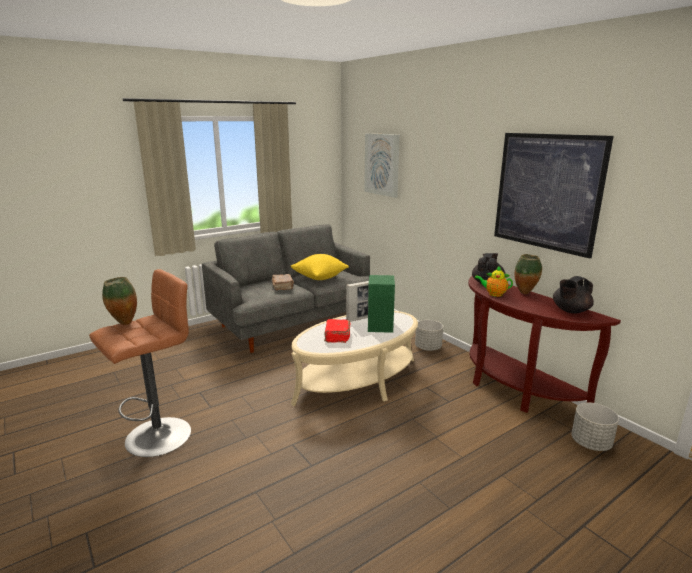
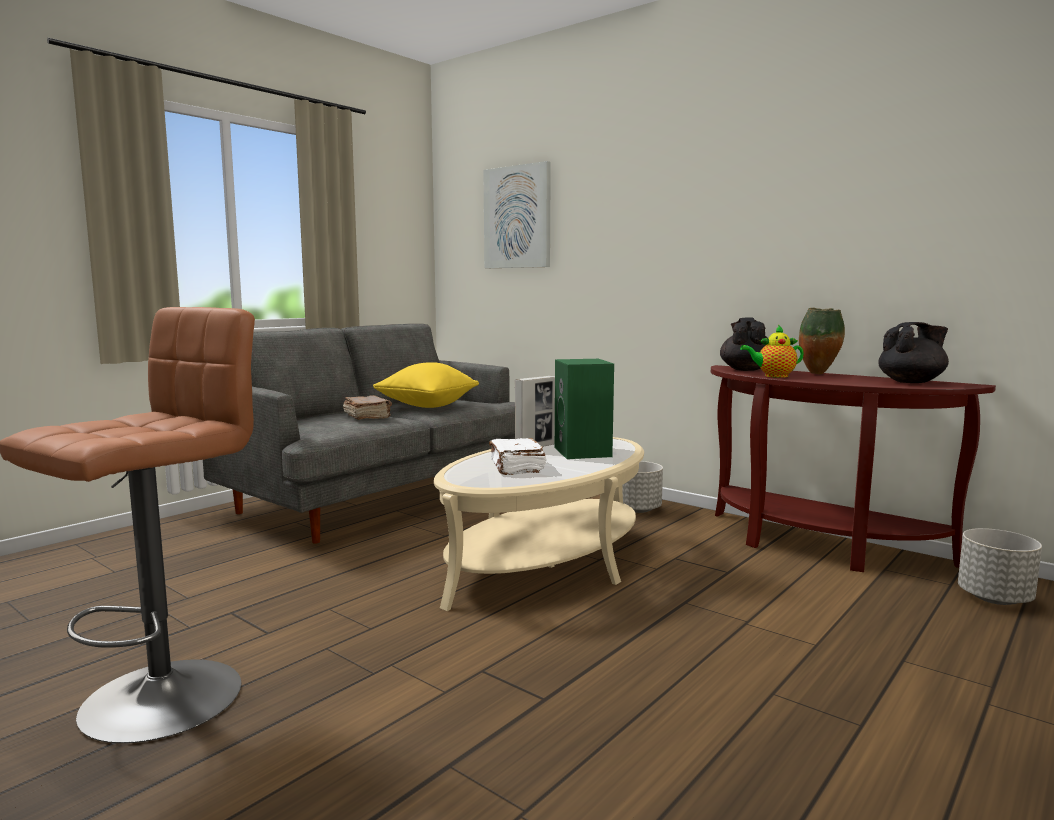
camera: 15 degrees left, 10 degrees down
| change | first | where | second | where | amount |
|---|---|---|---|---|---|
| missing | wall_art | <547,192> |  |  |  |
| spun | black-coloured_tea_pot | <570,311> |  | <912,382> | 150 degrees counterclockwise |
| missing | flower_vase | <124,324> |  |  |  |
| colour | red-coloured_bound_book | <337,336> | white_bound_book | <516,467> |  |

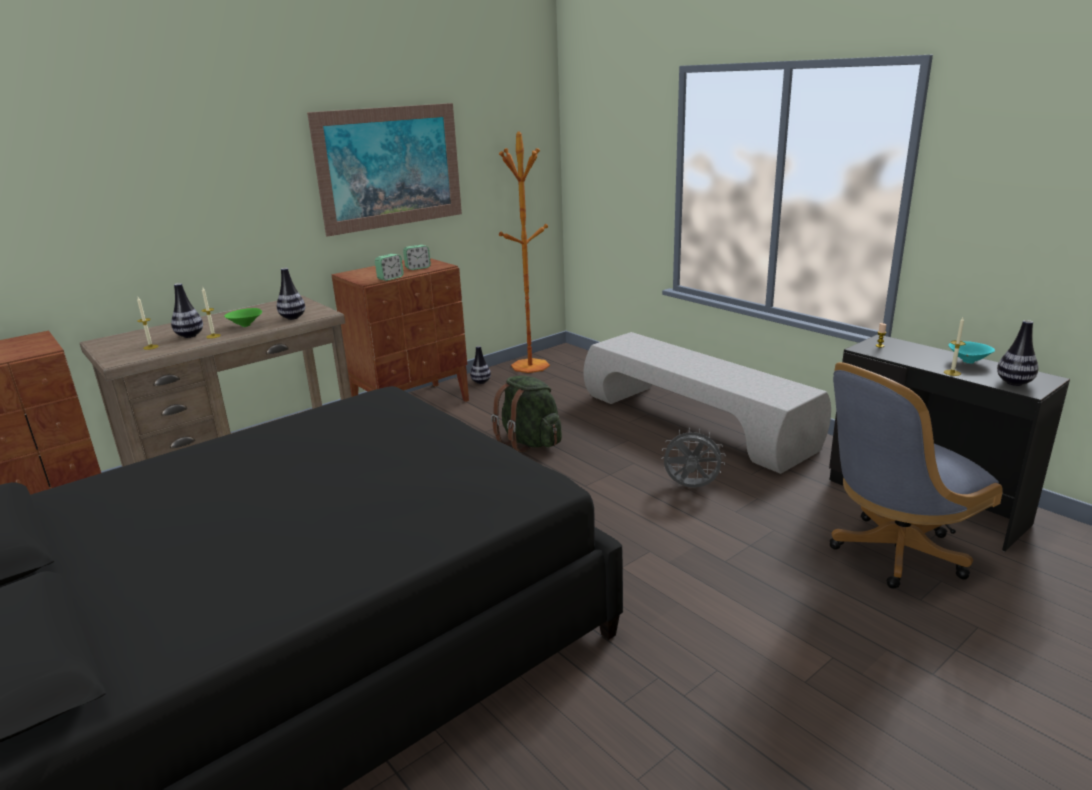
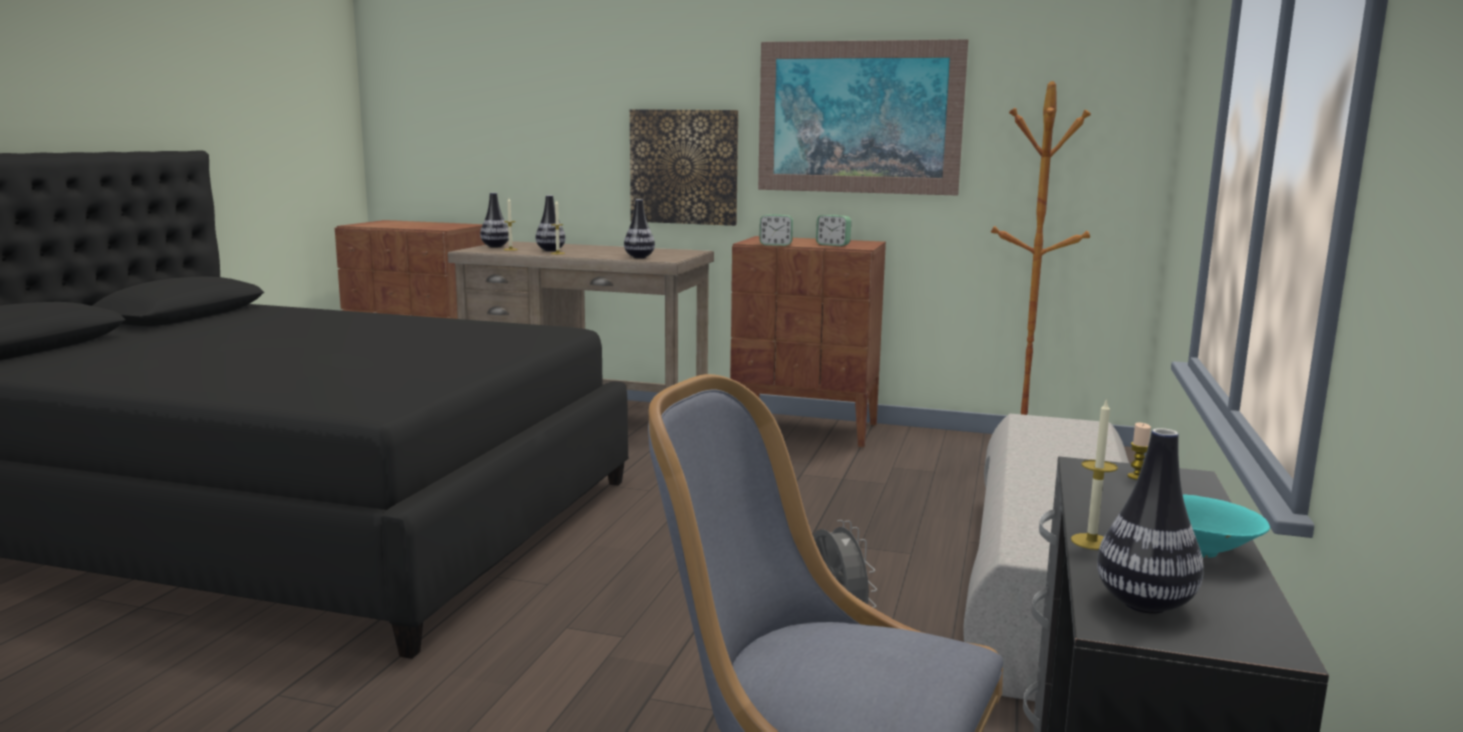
camera: 55 degrees right, 10 degrees down
| change | first | where | second | where | amount |
|---|---|---|---|---|---|
| missing | green_serving_bowl | <246,326> |  |  |  |
| relocated | flower_vase | <481,382> |  | <495,246> |  |
| missing | green_rucksack | <529,442> |  |  |  |
| appeared |  |  | wall_art | <684,167> |  |

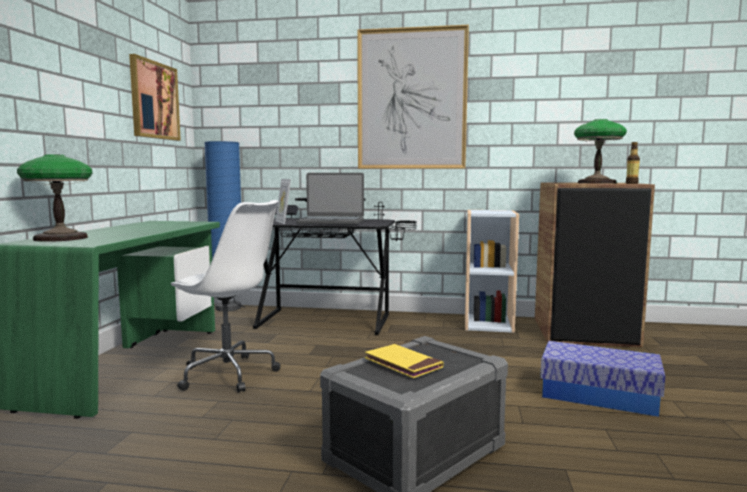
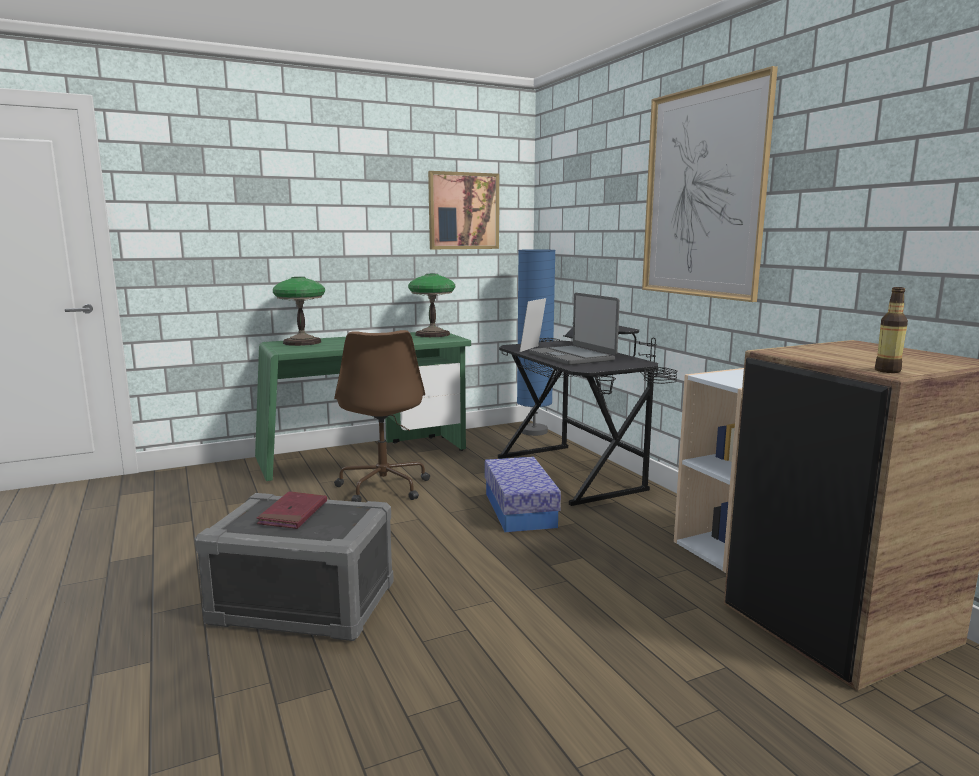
camera: 55 degrees right, 5 degrees up
| change | first | where | second | where | amount |
|---|---|---|---|---|---|
| relocated | tabletop_lamp | <597,183> |  | <433,334> |  |
| colour | white_computer_chair | <230,375> | brown-coloured_computer_chair | <383,488> |  |
| relocated | storage_bin | <598,395> |  | <519,510> |  |
| colour | yellowish_bound_book | <403,364> | red-coloured_bound_book | <293,513> |  |

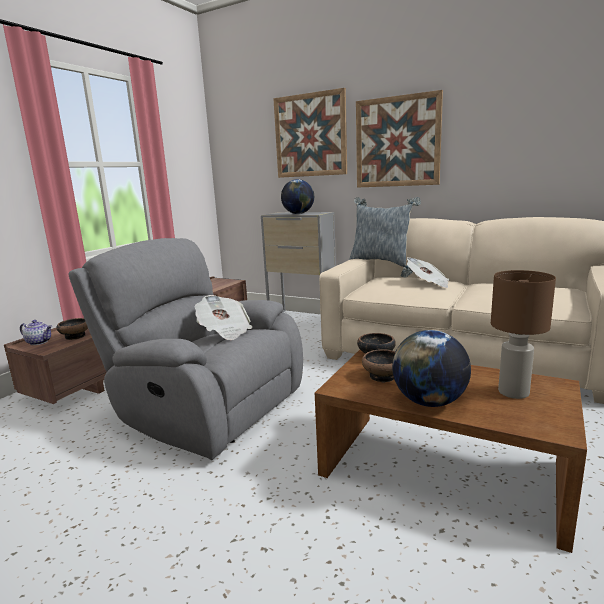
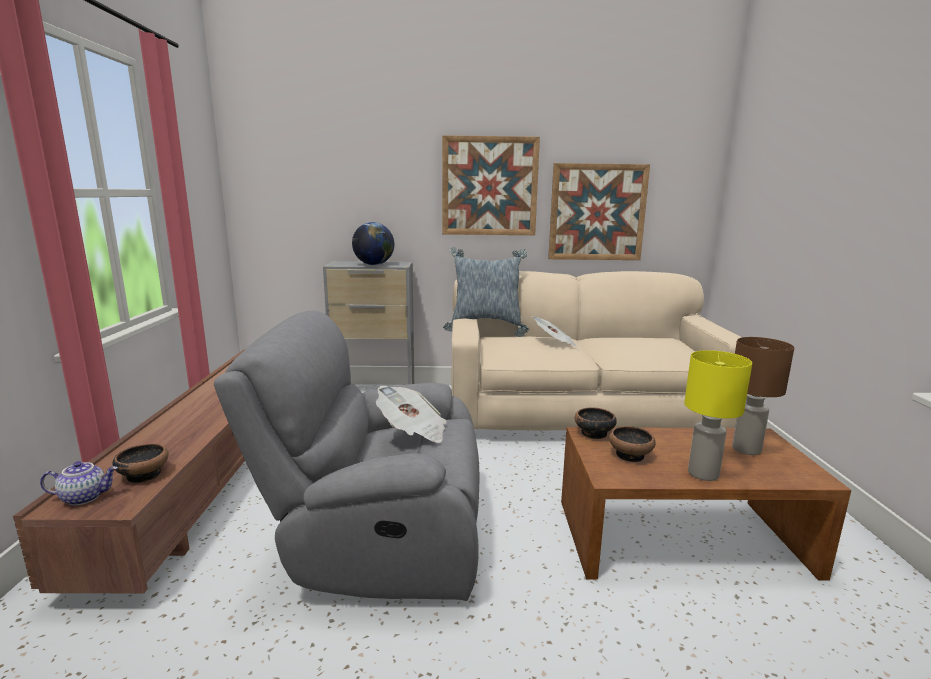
camera: 30 degrees left, 0 degrees up
| change | first | where | second | where | amount |
|---|---|---|---|---|---|
| relocated | wall_art | <310,135> |  | <597,212> |  |
| exchanged | world_globe | <429,402> | yellowish_tabletop_lamp | <702,474> |  |

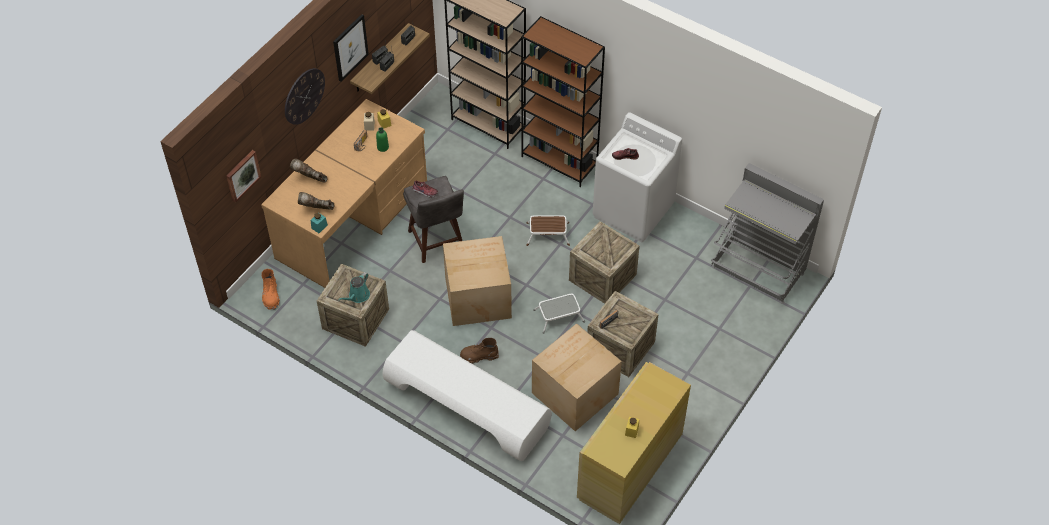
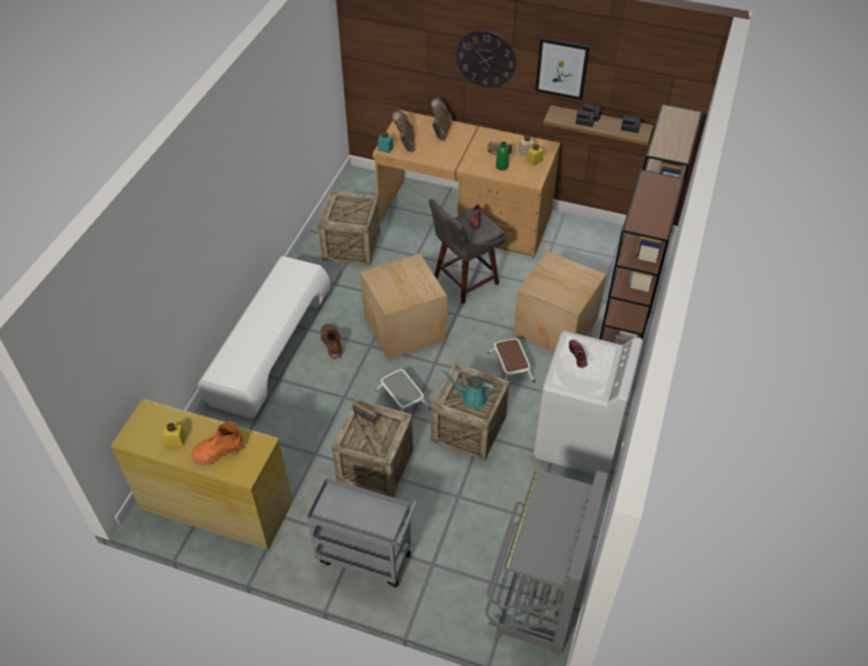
camera: 75 degrees right, 5 degrees down
| change | first | where | second | where | amount |
|---|---|---|---|---|---|
| missing | wall_art | <242,175> |  |  |  |
| relocated | orangey_boot | <271,295> |  | <218,452> |  |
| relocated | blue-green_watering_can | <357,296> |  | <471,398> |  |
| relocated | packing_box | <573,393> |  | <555,325> |  |
| appeared |  |  | gray_cart | <367,559> |  |

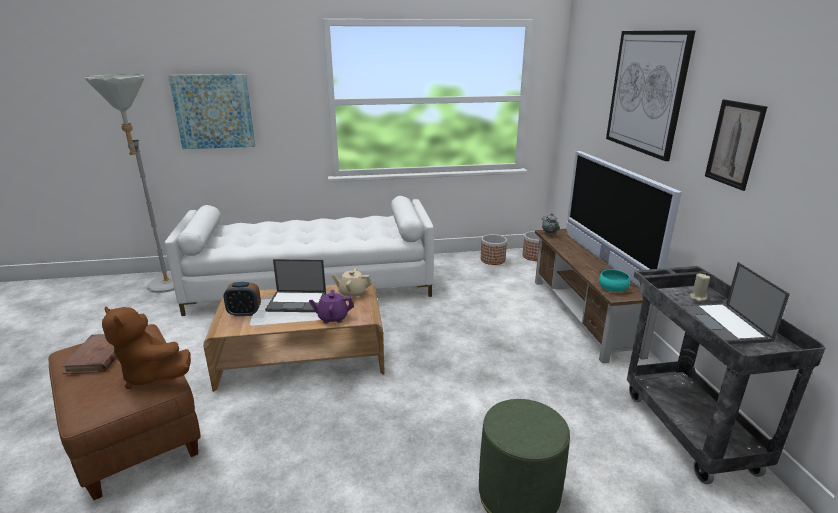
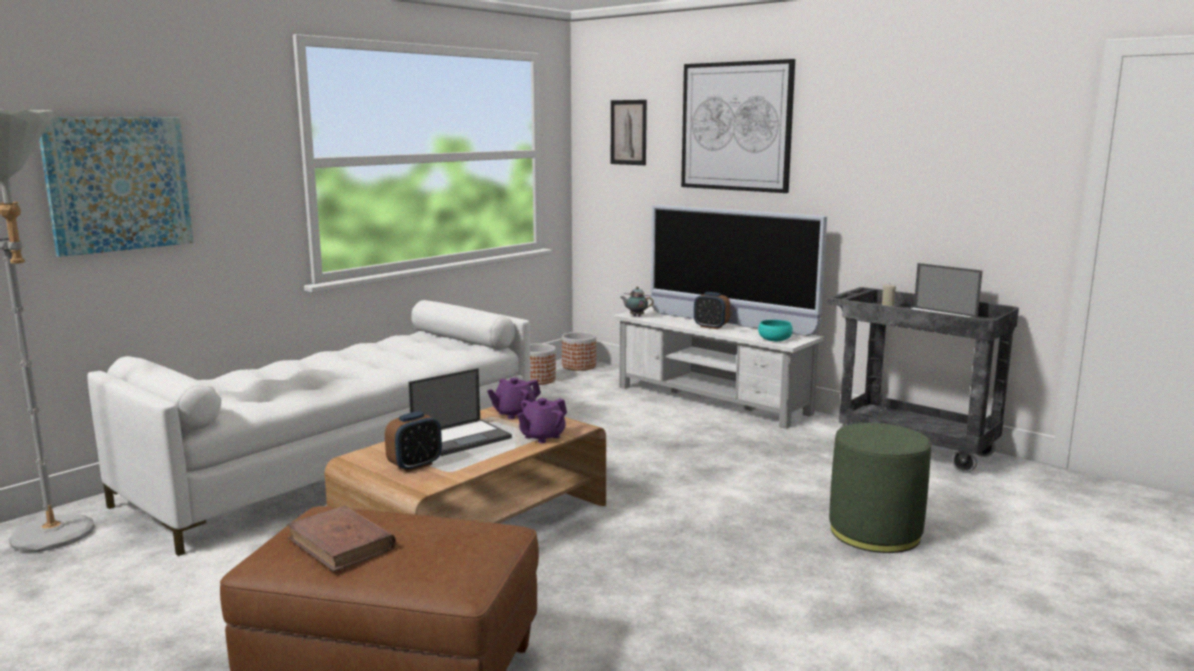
camera: 40 degrees left, 10 degrees down
| change | first | where | second | where | amount |
|---|---|---|---|---|---|
| relocated | wall_art | <734,144> |  | <628,132> |  |
| colour | brown-coloured_tv_stand | <582,315> | white_tv_stand | <711,400> |  |
| colour | sand-coloured_tea_pot | <352,293> | purplish_tea_pot | <514,413> |  |
| missing | brown-coloured_soft_toy | <152,375> |  |  |  |
| appeared |  |  | table_clock | <711,327> |  |

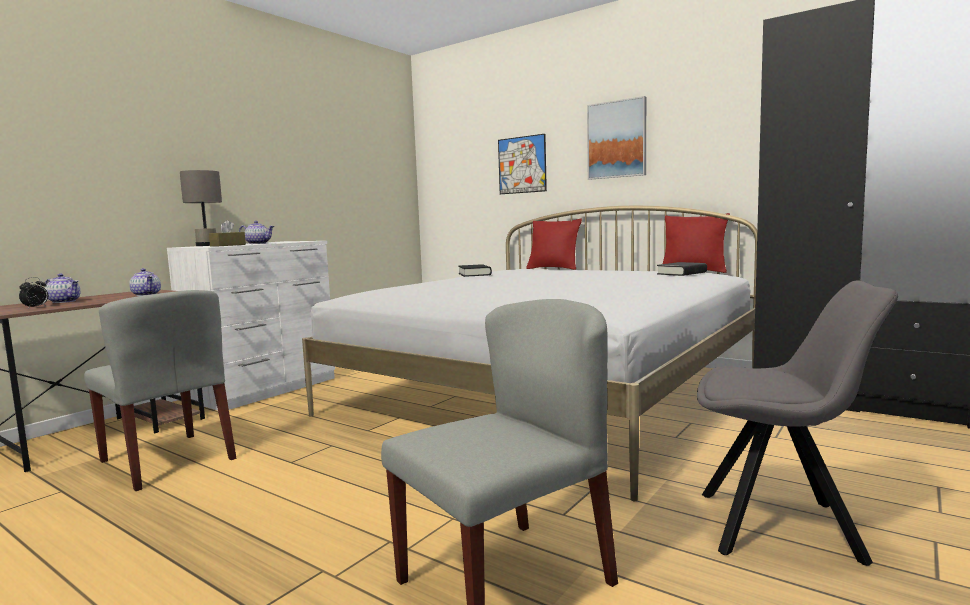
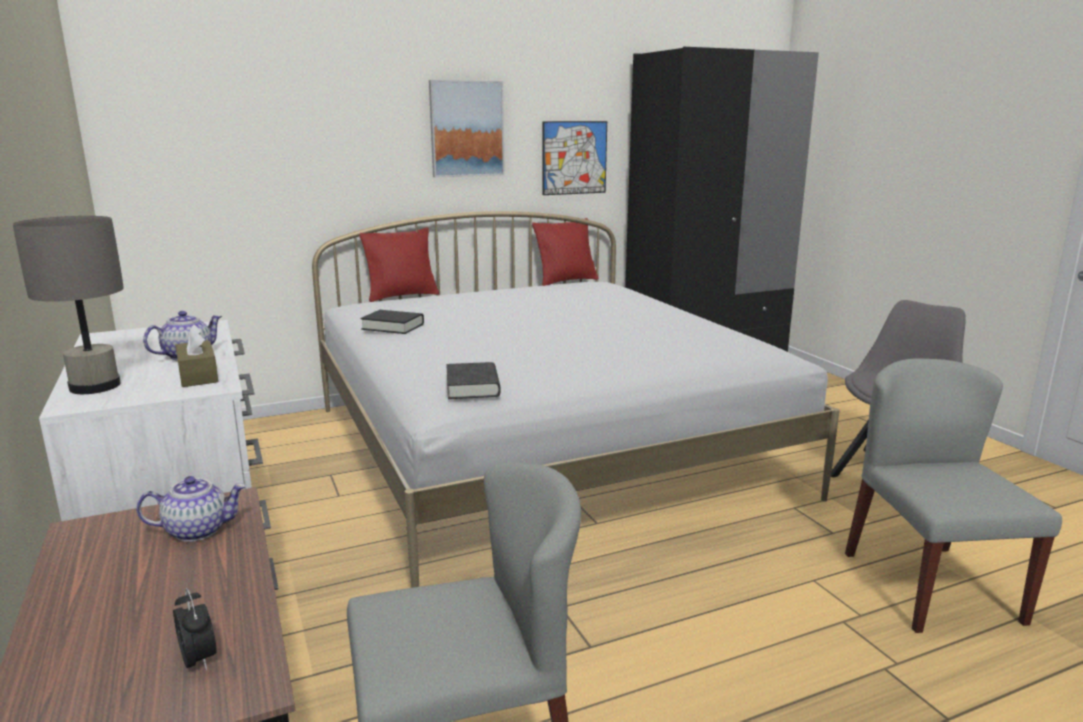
camera: 60 degrees left, 10 degrees up
| change | first | where | second | where | amount |
|---|---|---|---|---|---|
| relocated | wall_art | <522,165> |  | <574,158> |  |
| relocated | black-coloured_bound_book | <681,273> |  | <472,387> |  |
| missing | tea_pot | <65,301> |  |  |  |

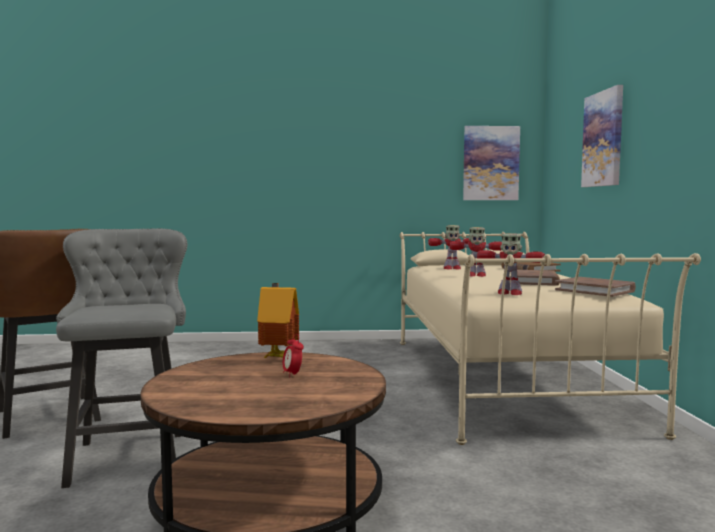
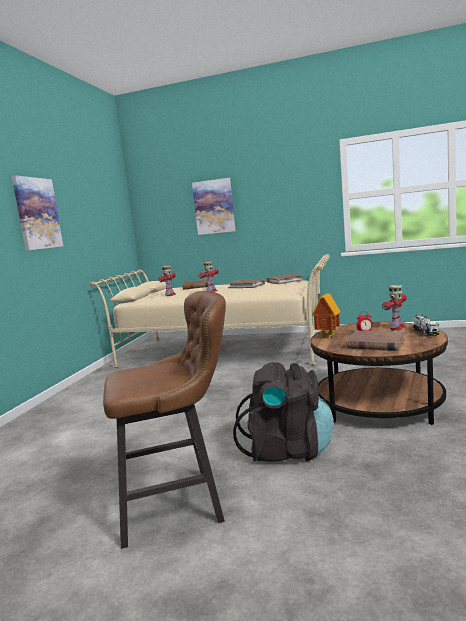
camera: 70 degrees left, 5 degrees up
| change | first | where | second | where | amount |
|---|---|---|---|---|---|
| relocated | wall_art | <490,163> |  | <37,213> |  |
| exchanged | gray_sitting_stool | <130,451> | black-coloured_rucksack | <287,450> |  |
| relocated | robot_figure | <509,293> |  | <397,327> |  |
| appeared |  |  | model_truck | <425,332> |  |
| appeared |  |  | brown-coloured_bound_book | <375,344> |  |

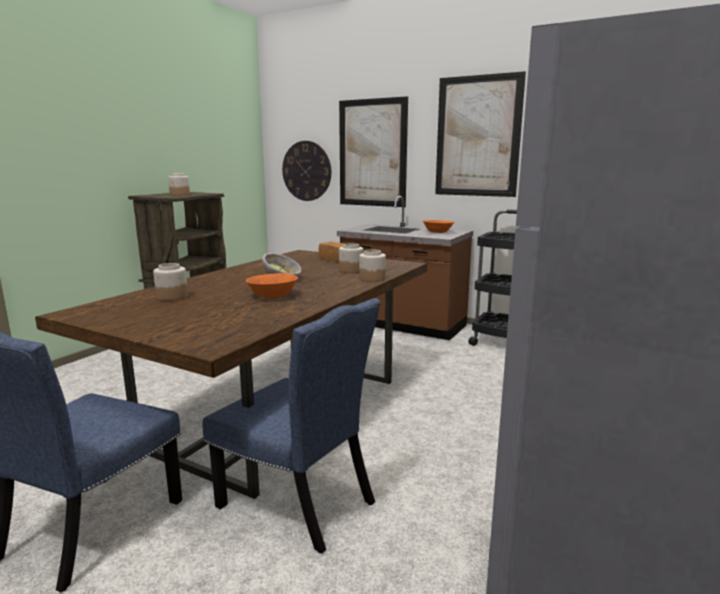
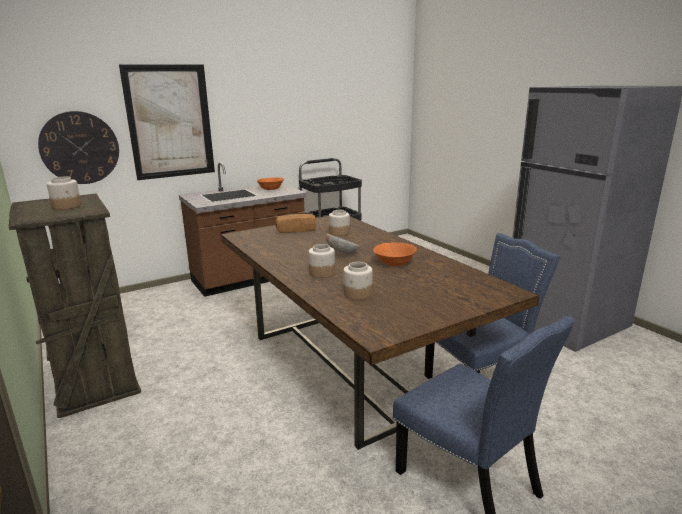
camera: 60 degrees left, 5 degrees up
| change | first | where | second | where | amount |
|---|---|---|---|---|---|
| missing | wall_art | <477,137> |  |  |  |
| relocated | storage_jar | <372,279> |  | <321,273> |  |

